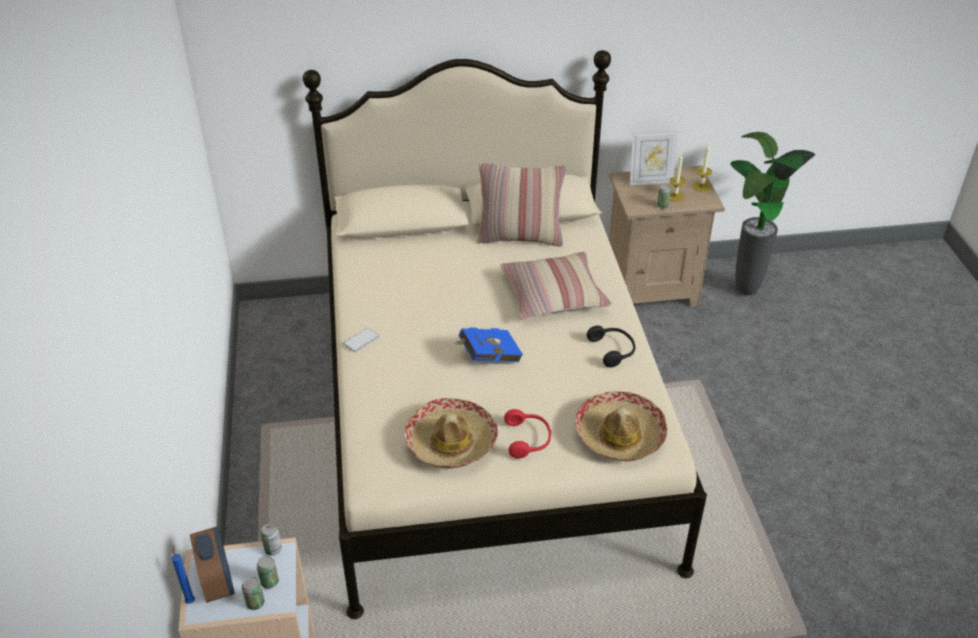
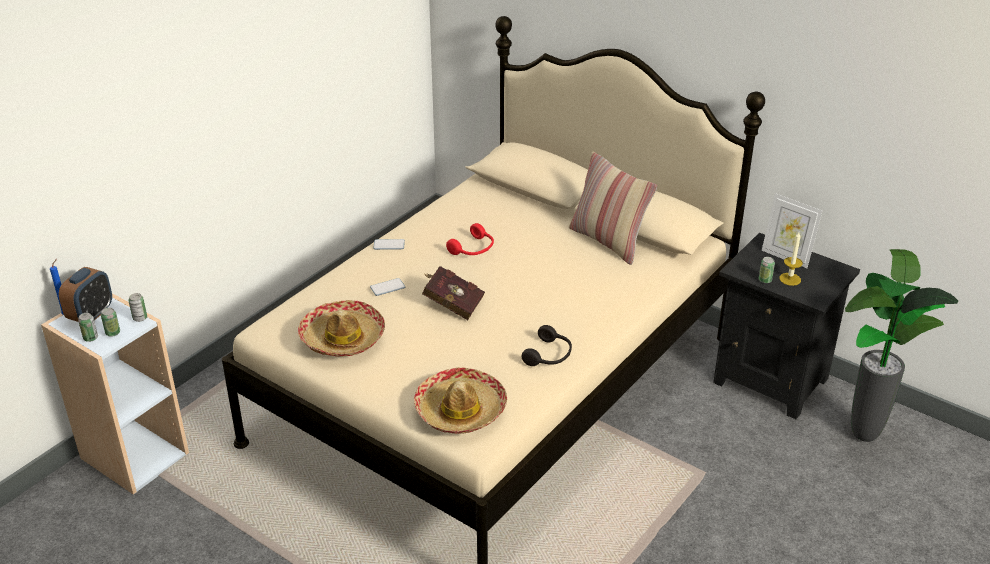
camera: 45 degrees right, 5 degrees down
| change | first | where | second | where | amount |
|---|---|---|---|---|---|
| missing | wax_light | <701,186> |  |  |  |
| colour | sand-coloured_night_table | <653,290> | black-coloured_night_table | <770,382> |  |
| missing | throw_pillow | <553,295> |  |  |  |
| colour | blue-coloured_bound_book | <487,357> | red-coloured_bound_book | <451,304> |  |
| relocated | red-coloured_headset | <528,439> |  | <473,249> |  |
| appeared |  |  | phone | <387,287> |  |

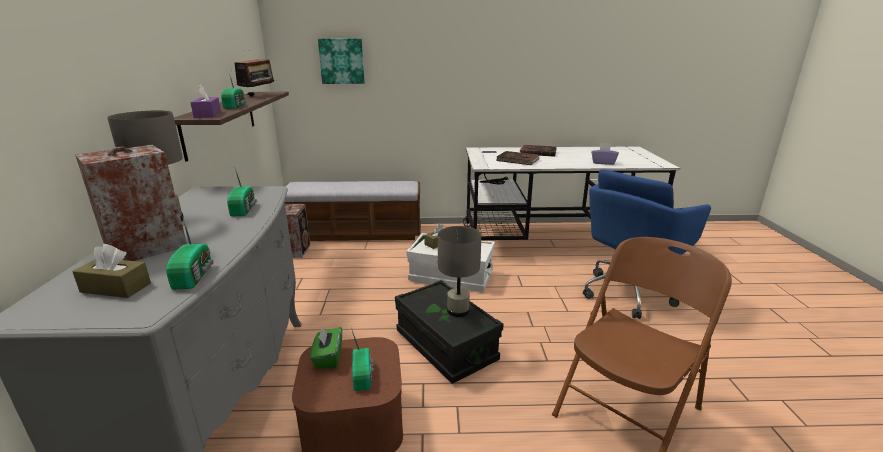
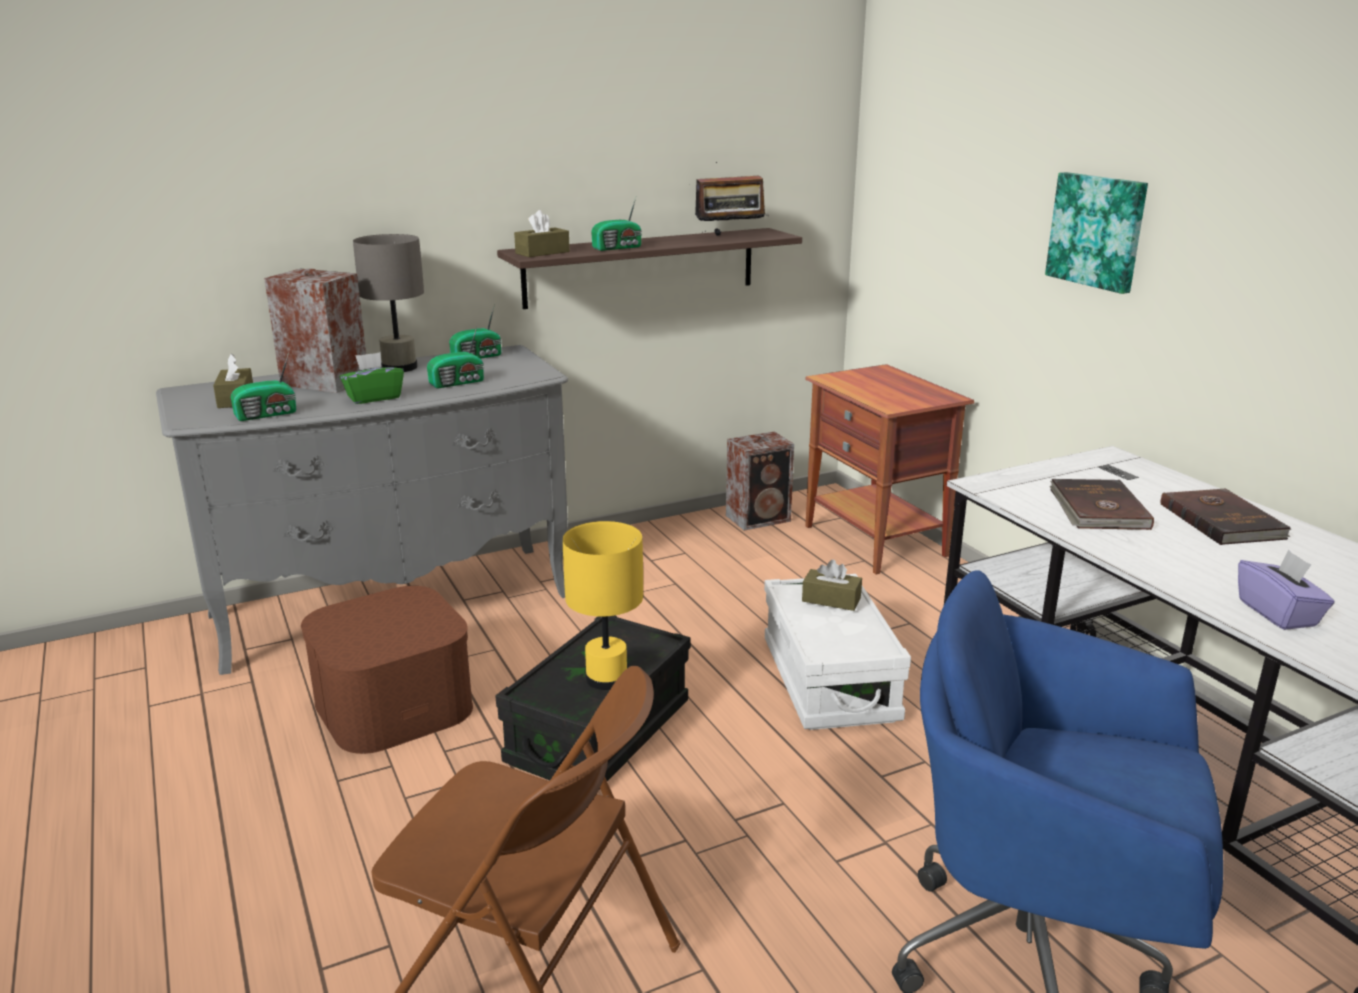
camera: 65 degrees right, 0 degrees up
| change | first | where | second | where | amount |
|---|---|---|---|---|---|
| relocated | wall_art | <342,61> |  | <1097,231> |  |
| colour | purplish_tissue_box | <207,115> | brown-coloured_tissue_box | <542,252> |  |
| exchanged | indoor_bench | <355,233> | night_table | <877,541> |  |
| colour | gray_tabletop_lamp | <458,310> | yellowish_tabletop_lamp | <605,678> |  |
| relocated | green_tissue_box | <328,358> |  | <374,397> |  |
| relocated | radio | <363,375> |  | <478,357> |  |

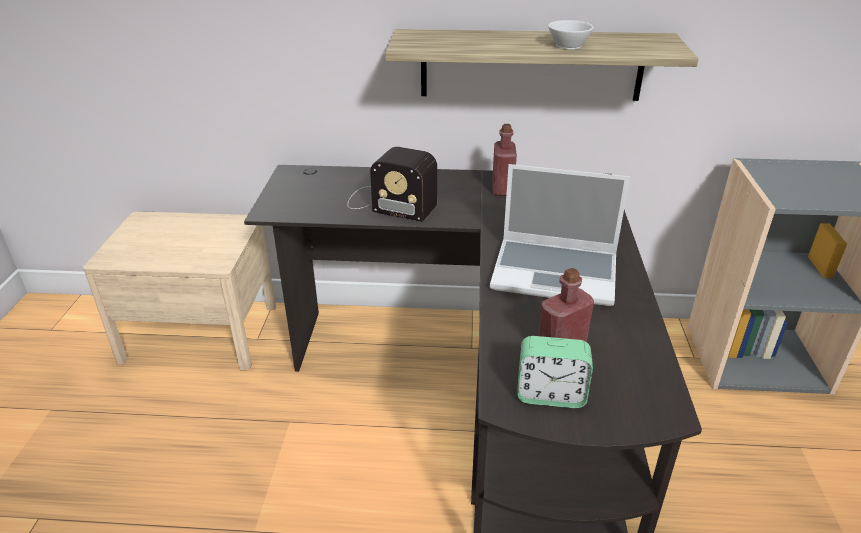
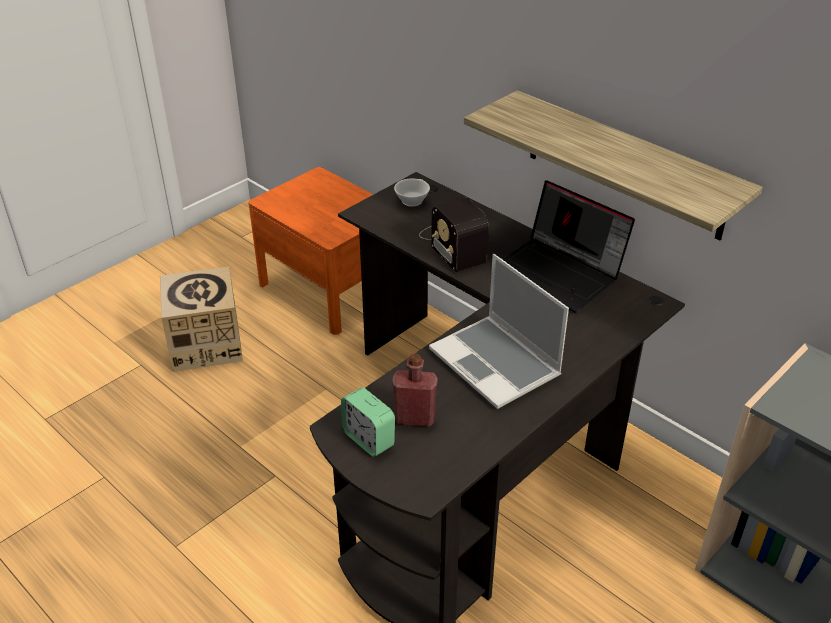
camera: 40 degrees right, 5 degrees up
| change | first | where | second | where | amount |
|---|---|---|---|---|---|
| relocated | white_small_cup | <566,45> |  | <411,200> |  |
| exchanged | red-coloured_beverage_bottle | <502,189> | notebook_computer | <560,273> |  |
| colour | sand-coloured_night_table | <200,333> | orangey_night_table | <330,288> |  |
| appeared |  |  | packing_box | <206,344> |  |

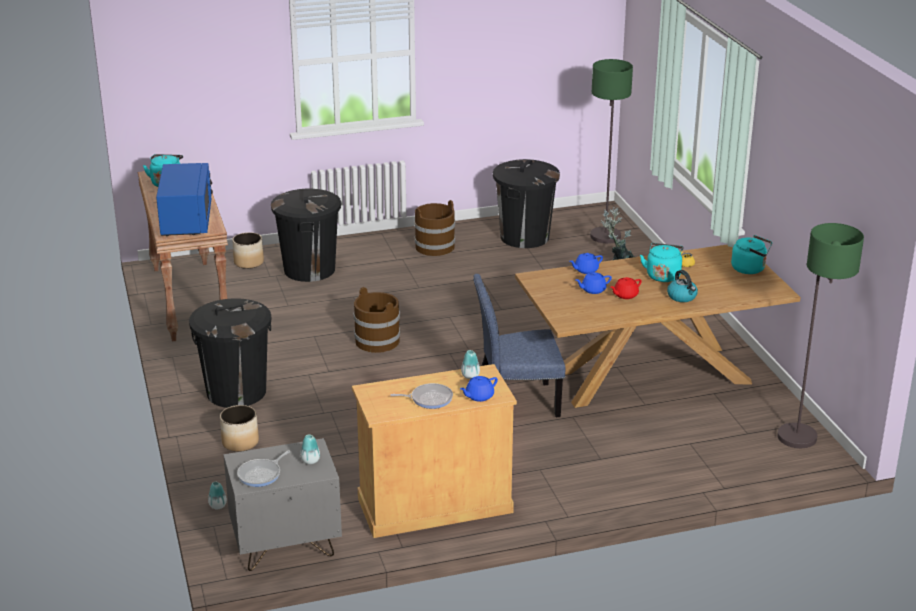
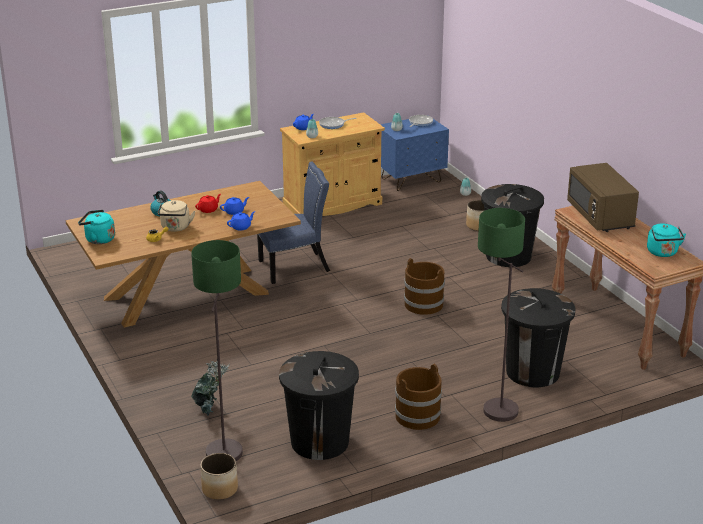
camera: 170 degrees right, 0 degrees up
| change | first | where | second | where | amount |
|---|---|---|---|---|---|
| colour | blue-coloured_microwave_oven | <186,221> | brown-coloured_microwave_oven | <600,216> |  |
| relocated | green_standard_lamp | <804,443> |  | <493,406> |  |
| relocated | planter | <248,262> |  | <220,489> |  |
| colour | blue-green_tea_kettle | <663,275> | sand-coloured_tea_kettle | <175,228> |  |
| colour | gray_night_table | <285,547> | blue-coloured_night_table | <411,180> |  |

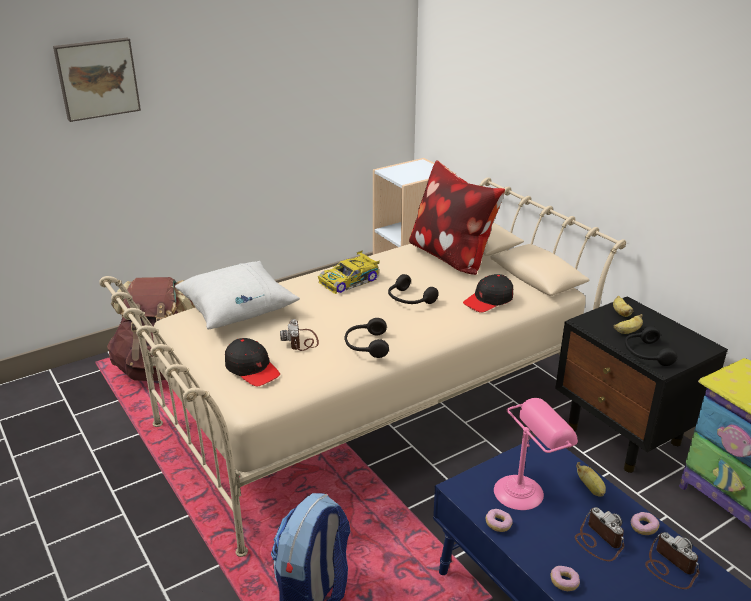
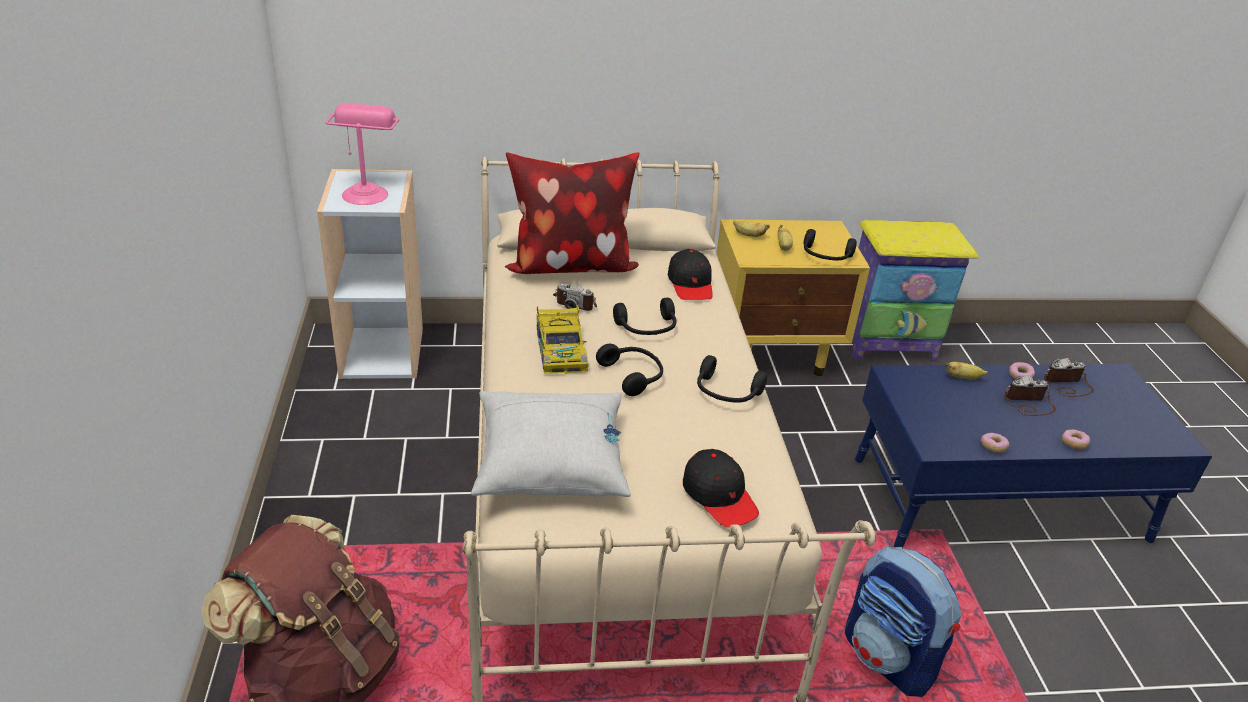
camera: 65 degrees left, 5 degrees up
| change | first | where | second | where | amount |
|---|---|---|---|---|---|
| missing | wall_art | <97,78> |  |  |  |
| colour | black-coloured_night_table | <625,436> | yellowish_night_table | <774,352> |  |
| relocated | photo_camera | <302,341> |  | <576,302> |  |
| spun | black-coloured_baseball_cap | <252,369> |  | <719,496> | 75 degrees clockwise |
| relocated | pink-coloured_tabletop_lamp | <527,488> |  | <366,190> |  |
| appeared |  |  | black-coloured_headset | <633,375> |  |

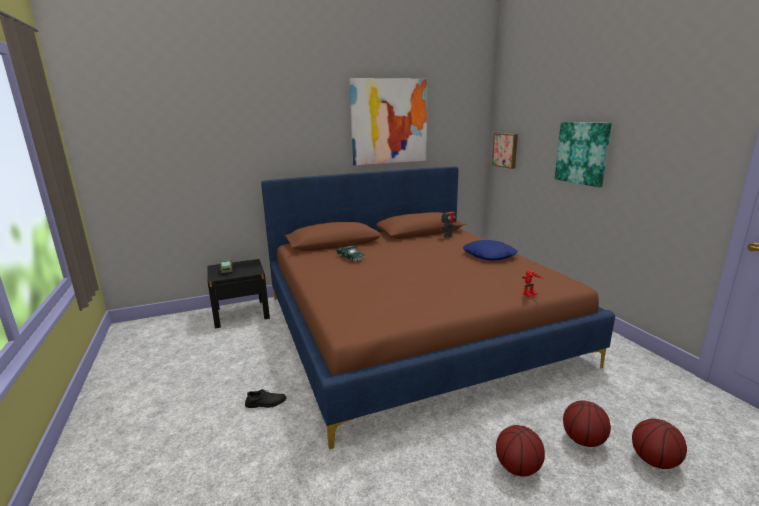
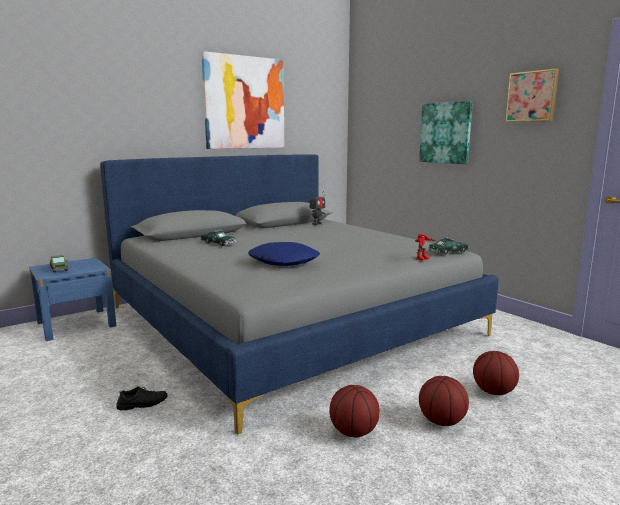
camera: 15 degrees left, 5 degrees down
| change | first | where | second | where | amount |
|---|---|---|---|---|---|
| relocated | wall_art | <506,150> |  | <532,96> |  |
| colour | brown-coloured_bedroom_bed | <411,327> | gray_bedroom_bed | <289,320> |  |
| relocated | blue-coloured_throw_pillow | <489,255> |  | <284,261> |  |
| colour | black-coloured_night_table | <241,313> | blue-coloured_night_table | <76,324> |  |
| relocated | ball_for_basketball | <654,461> |  | <353,432> |  |
| appeared |  |  | toy_car | <448,252> |  |

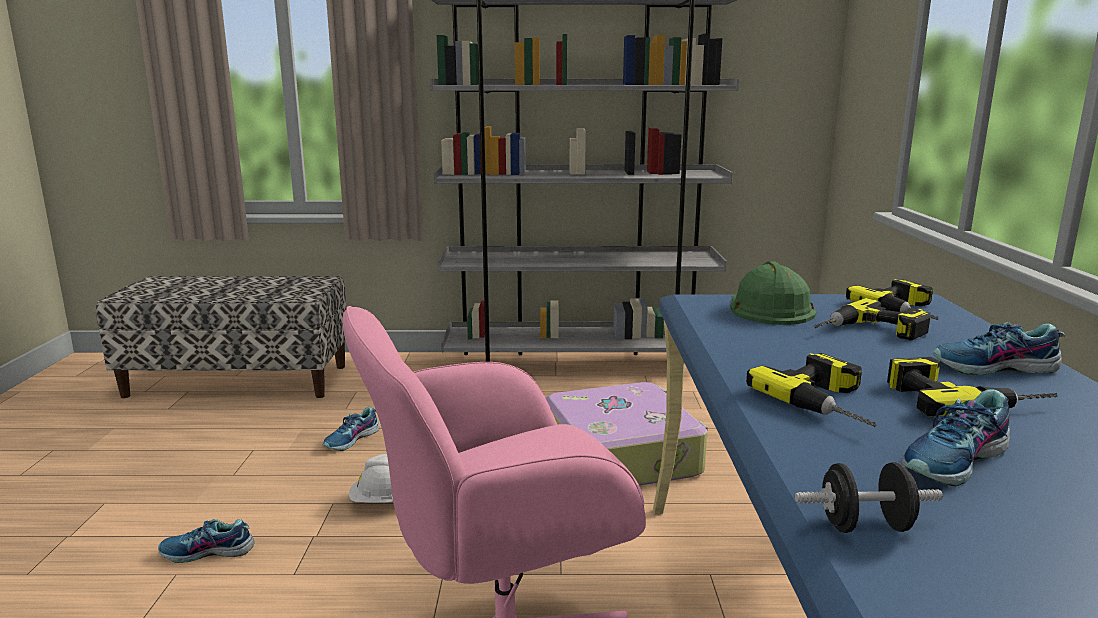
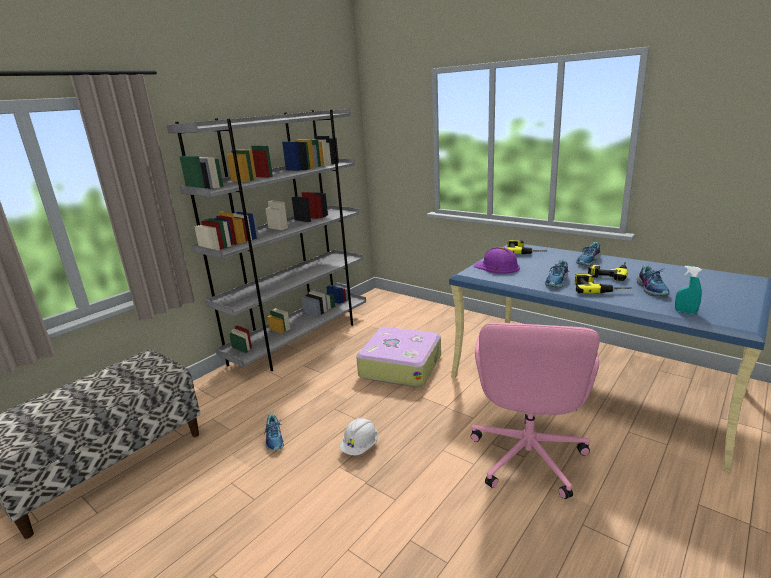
camera: 50 degrees left, 5 degrees up
| change | first | where | second | where | amount |
|---|---|---|---|---|---|
| colour | green_safety_helmet | <768,309> | purplish_safety_helmet | <497,267> |  |
| missing | electric_drill | <870,332> |  |  |  |
| exchanged | black-coloured_hand_weight | <865,526> | blue-green_sprayer | <685,312> |  |
| relocated | low_shoe | <207,552> |  | <557,281> |  |

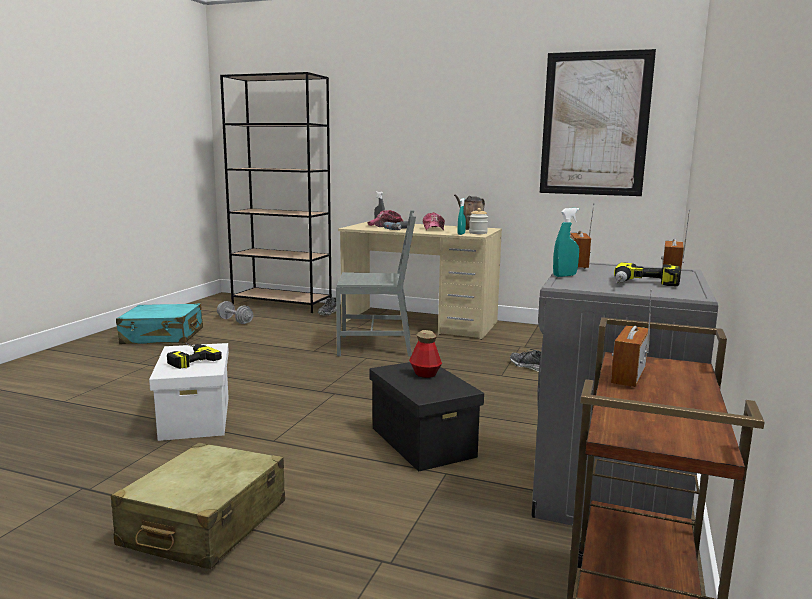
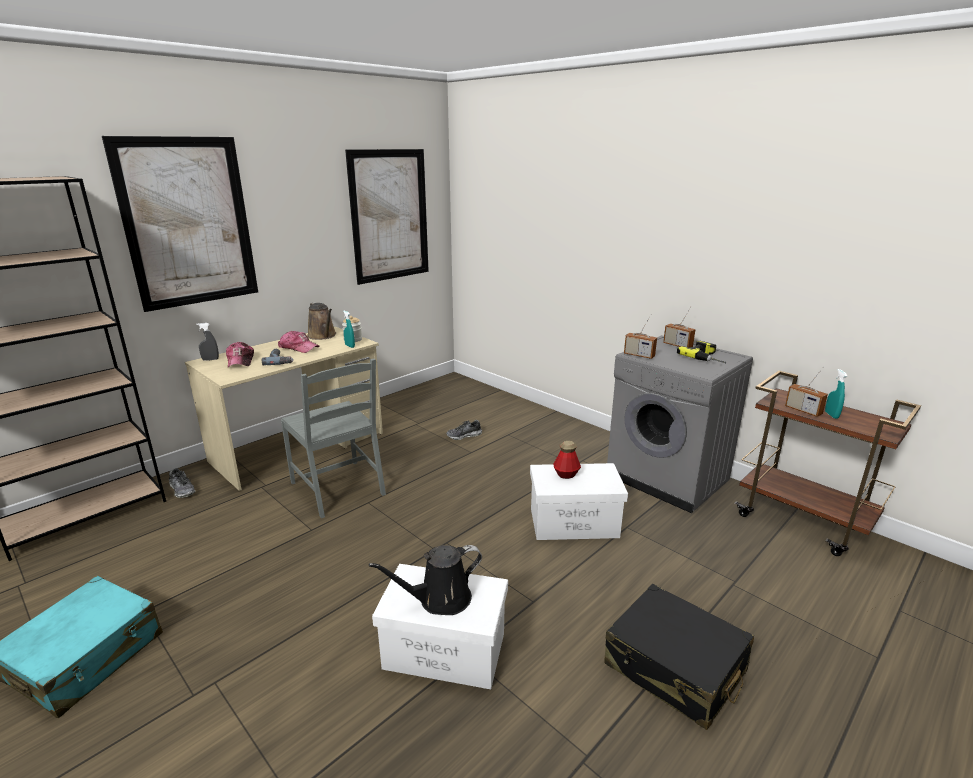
camera: 65 degrees left, 10 degrees up
| change | first | where | second | where | amount |
|---|---|---|---|---|---|
| relocated | blue-green_sprayer | <564,275> |  | <831,415> |  |
| spun | gray_chair | <376,346> |  | <339,488> | 120 degrees clockwise |
| missing | gray_hand_weight | <235,321> |  |  |  |
| exchanged | electric_drill | <187,358> | black-coloured_watering_can | <440,599> |  |
| colour | black-coloured_storage_bin | <423,442> | white_storage_bin | <574,522> |  |
| colour | sand-coloured_suitcase | <204,524> | black-coloured_suitcase | <674,667> |  |
| appeared |  |  | wall_art | <188,223> |  |

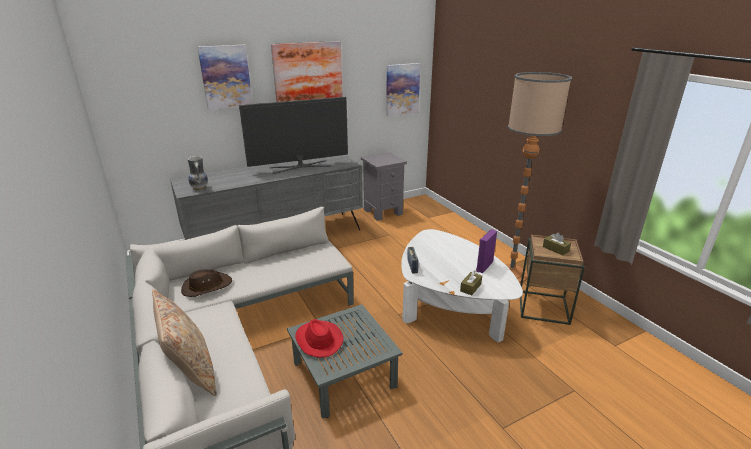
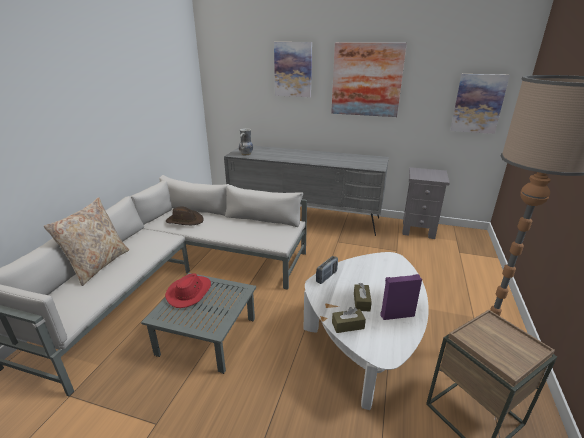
camera: 45 degrees right, 0 degrees up
| change | first | where | second | where | amount |
|---|---|---|---|---|---|
| missing | TV | <300,167> |  |  |  |
| relocated | brown-coloured_tissue_box | <555,249> |  | <361,302> |  |

